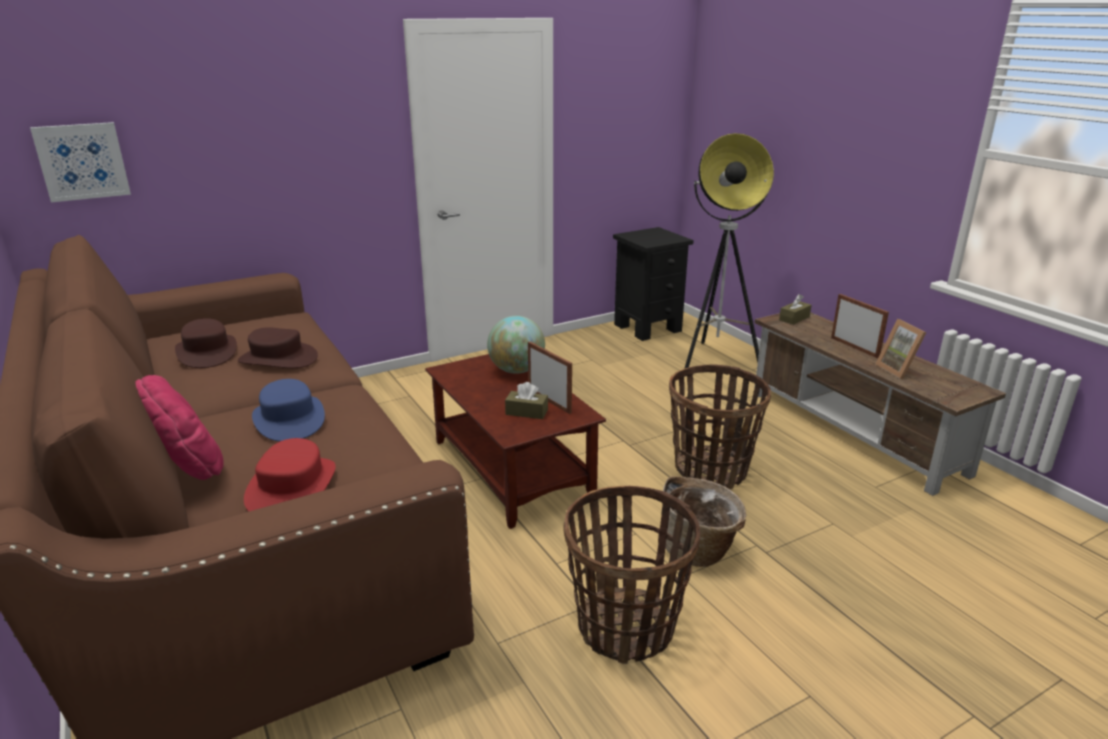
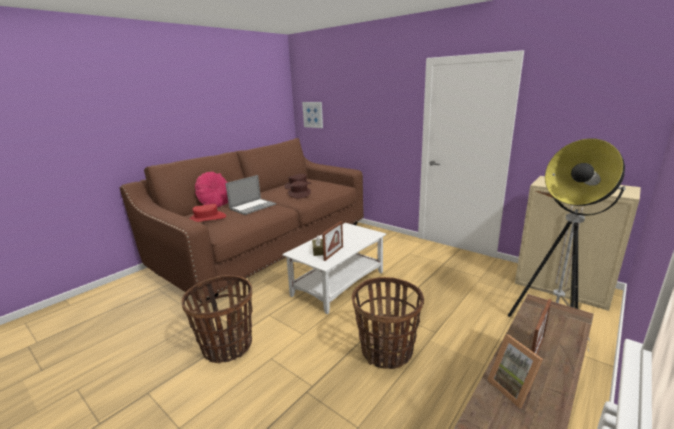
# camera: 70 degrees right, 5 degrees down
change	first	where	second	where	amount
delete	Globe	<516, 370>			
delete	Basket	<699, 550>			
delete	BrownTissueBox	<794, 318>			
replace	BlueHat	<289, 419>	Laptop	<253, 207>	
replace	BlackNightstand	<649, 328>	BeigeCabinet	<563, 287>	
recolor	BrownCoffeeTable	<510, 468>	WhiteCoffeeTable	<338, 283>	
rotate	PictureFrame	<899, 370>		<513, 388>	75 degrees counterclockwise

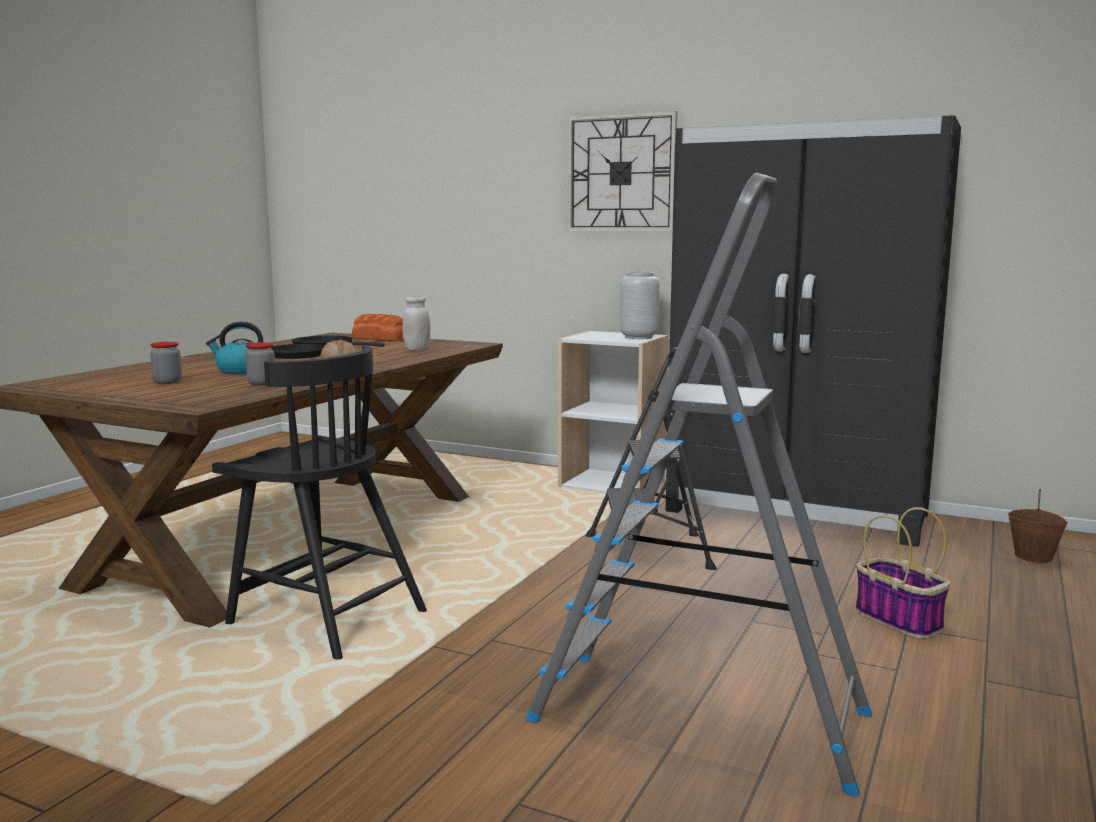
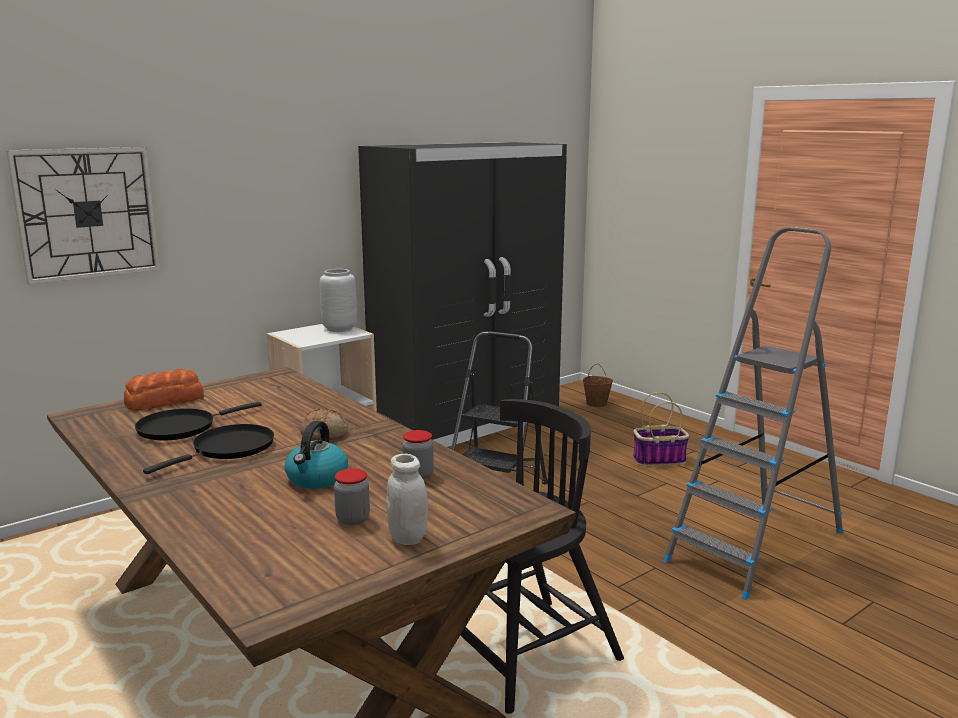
# camera: 65 degrees left, 5 degrees up
change	first	where	second	where	amount
move	WhiteJar	<417, 349>		<407, 538>	
move	WallClock	<621, 173>		<87, 213>	

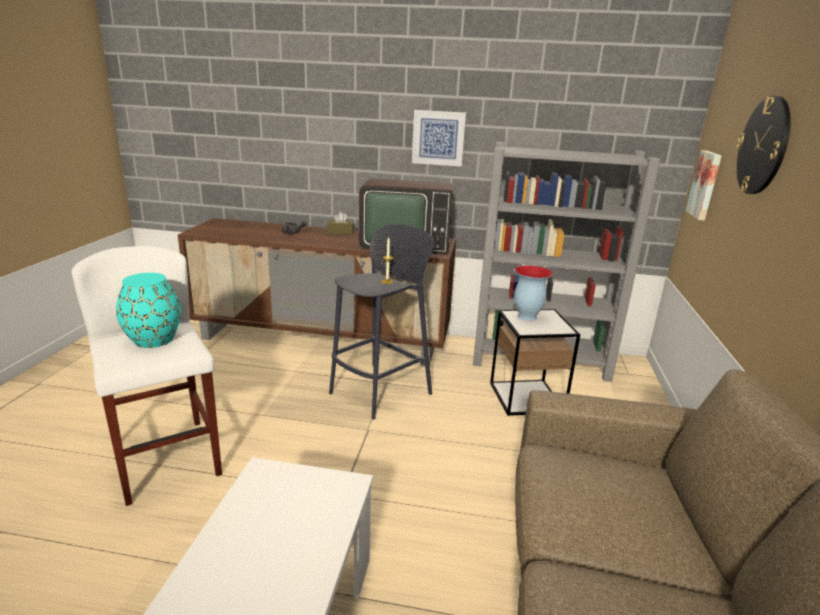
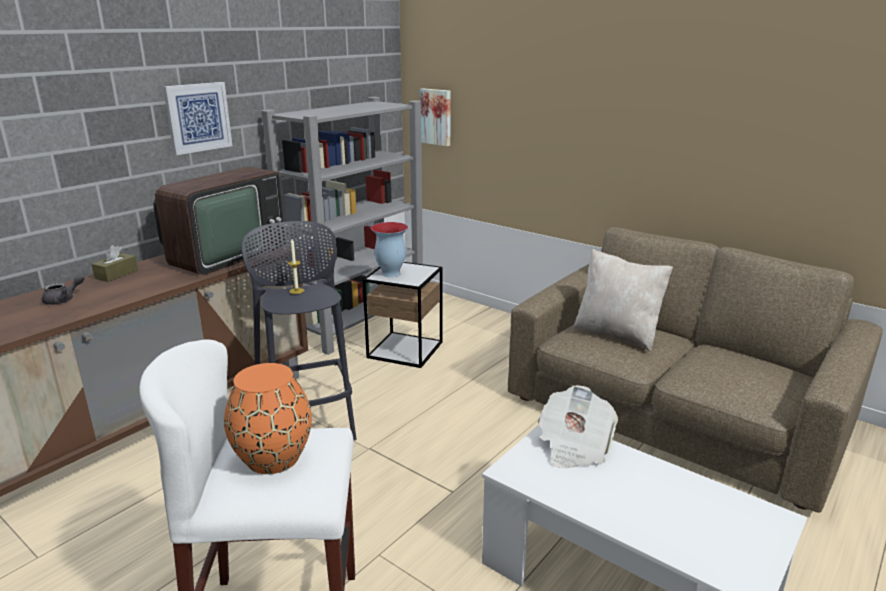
# camera: 60 degrees left, 0 degrees up
change	first	where	second	where	amount
delete	WallClock	<763, 146>			
insert			Newspaper	<574, 446>	
insert			BeigePillow	<617, 334>	
recolor	TurquoiseVase	<153, 340>	OrangeVase	<272, 459>	

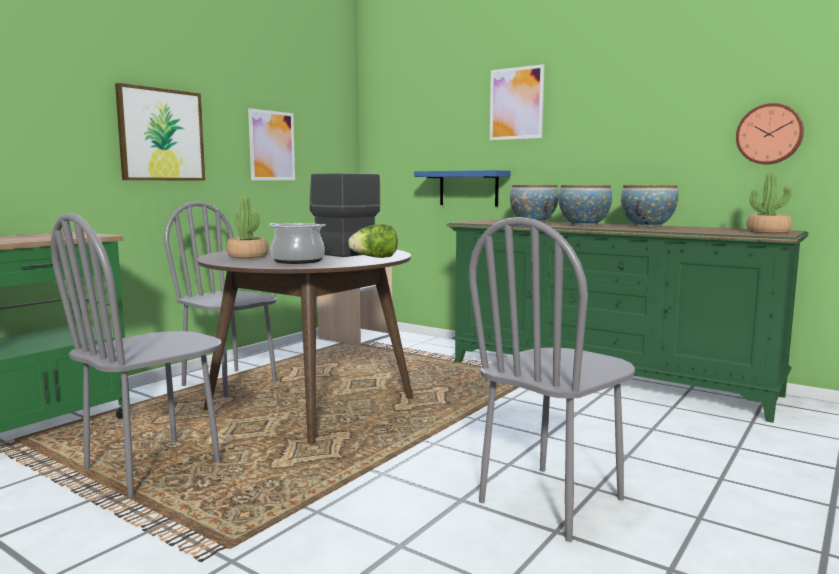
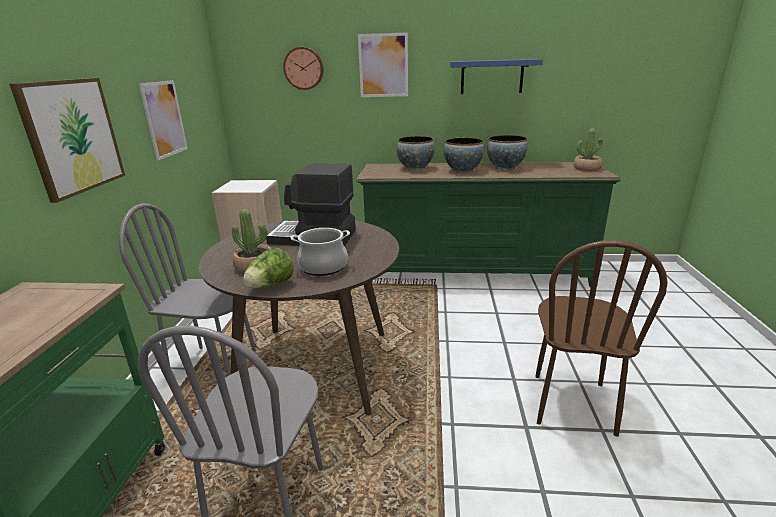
# camera: 30 degrees left, 15 degrees up
change	first	where	second	where	amount
move	Lettuce	<374, 258>		<270, 286>	
move	BlueShelf	<468, 188>		<492, 77>	
move	WallClock	<769, 134>		<304, 68>	
recolor	GreyChair	<552, 501>	BrownChair	<572, 403>	

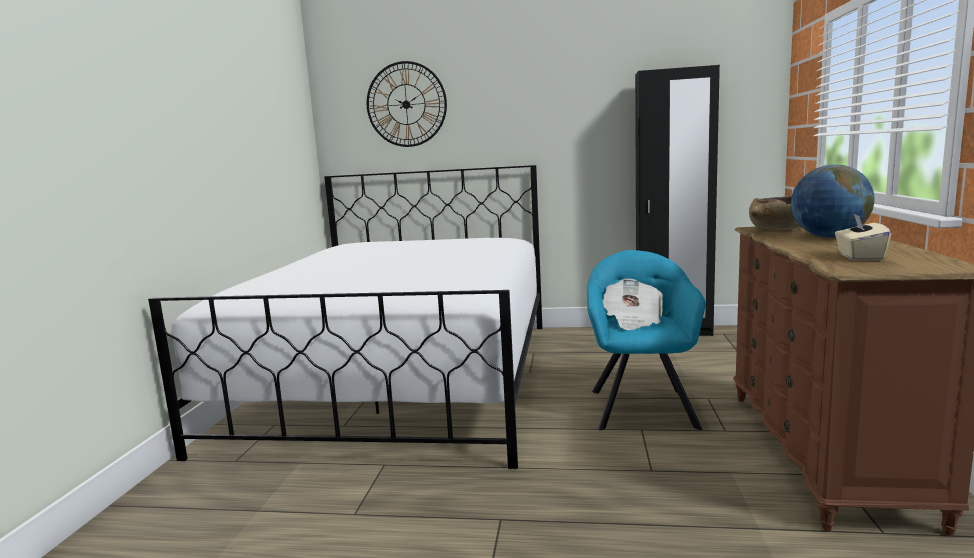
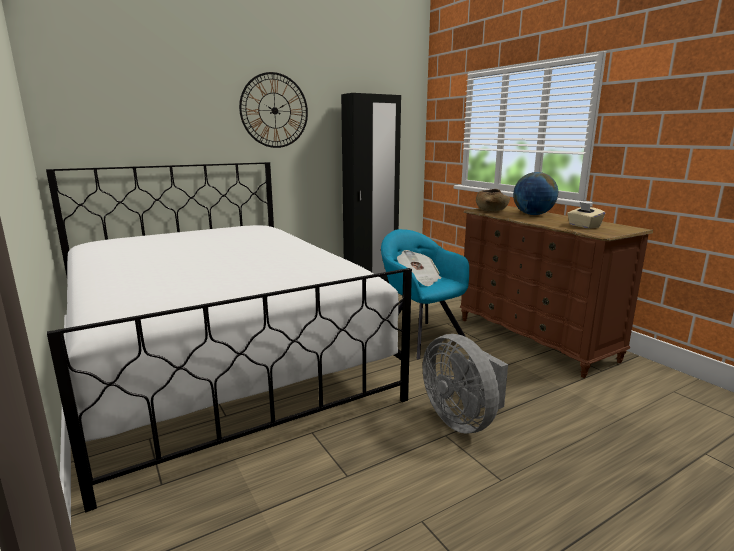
# camera: 40 degrees left, 5 degrees up
change	first	where	second	where	amount
insert			GreyFan	<462, 420>	
move	WallClock	<406, 104>		<274, 110>	

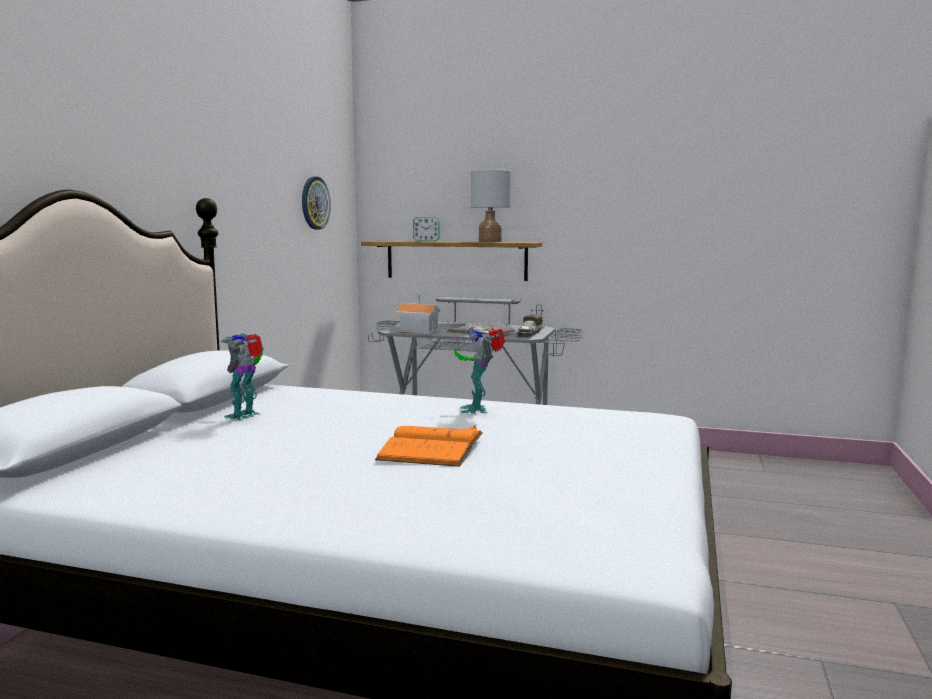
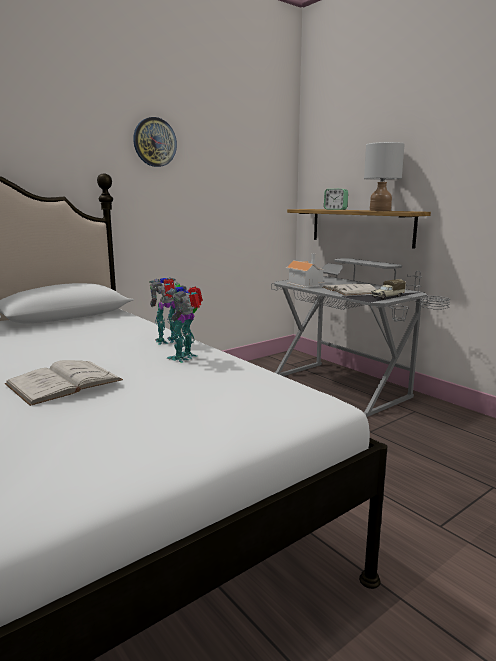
# camera: 35 degrees right, 5 degrees up
change	first	where	second	where	amount
move	ToyRobot	<246, 416>		<168, 341>	
move	WallClock	<314, 203>		<154, 142>	
recolor	OrangeBook	<431, 446>	WhiteBook	<64, 382>	

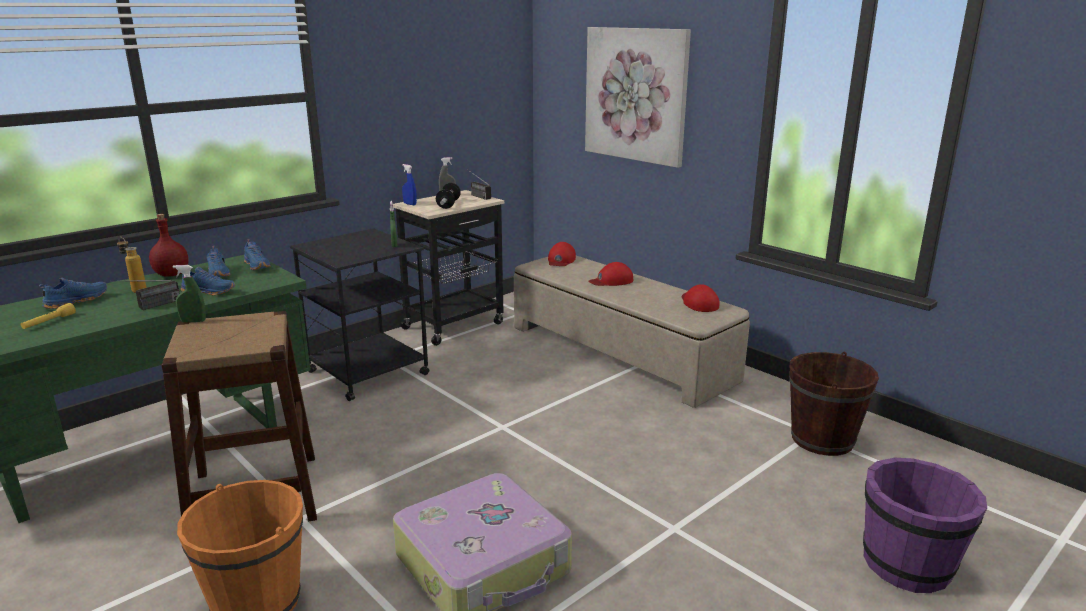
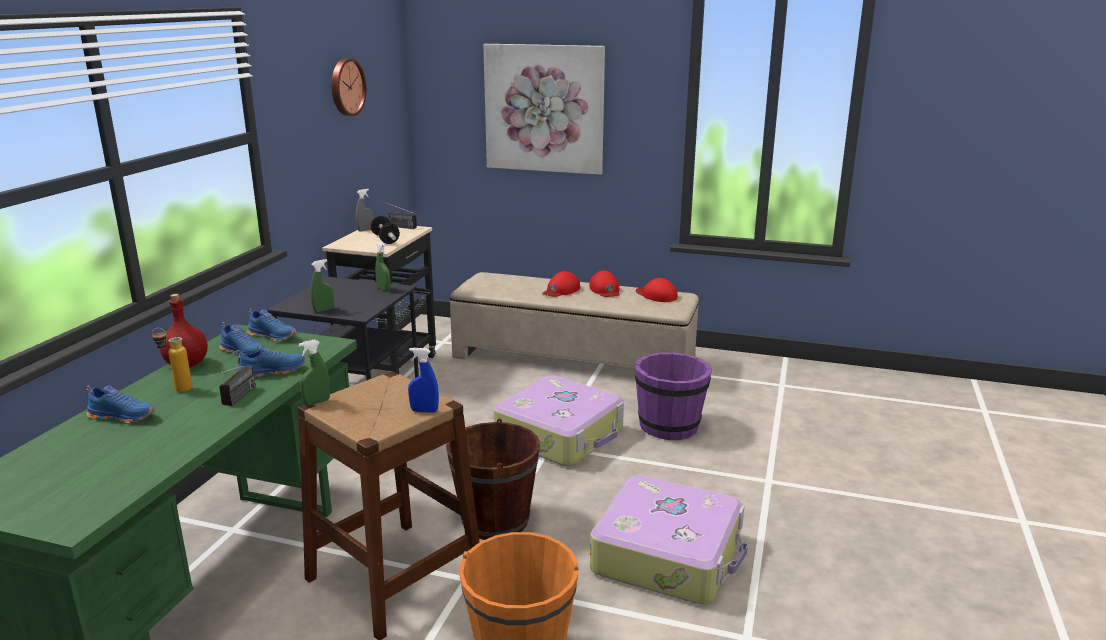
# camera: 30 degrees left, 0 degrees up
change	first	where	second	where	amount
delete	YellowFlashlight	<49, 322>			
insert			GreenSprayBottle	<323, 310>	
insert			WallClock	<346, 87>	
insert			Suitcase	<561, 435>	
move	BlueSprayBottle	<410, 204>		<424, 411>	
move	RedCap	<561, 260>		<605, 290>	
move	BrownBucket	<822, 439>		<495, 520>	
move	PurpleBucket	<908, 565>		<669, 426>	
rotate	BlueShoe	<76, 301>		<123, 416>	90 degrees clockwise

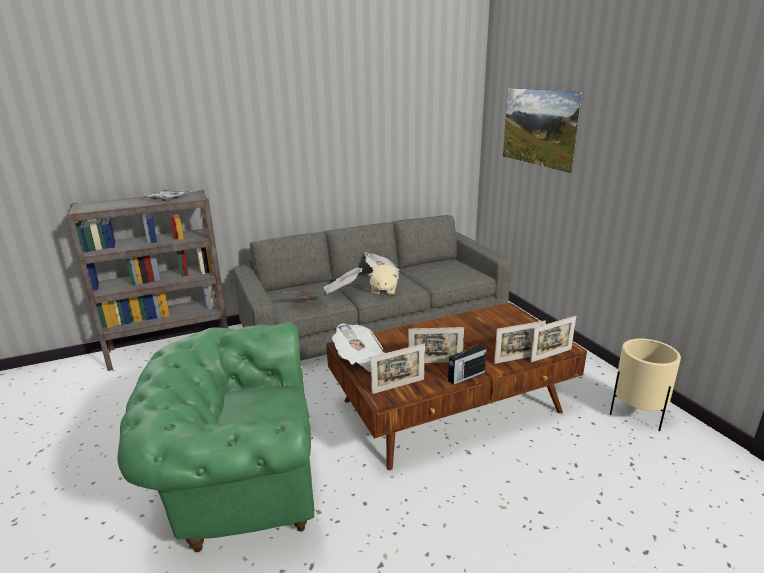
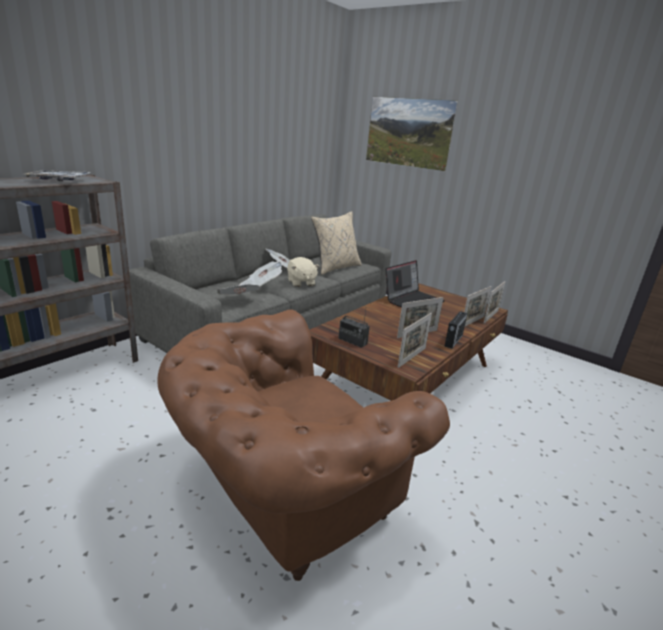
# camera: 30 degrees left, 0 degrees up
change	first	where	second	where	amount
delete	BeigePlanter	<637, 416>			
insert			BeigePillow	<335, 267>	
insert			Laptop	<413, 300>	
replace	Newspaper	<360, 359>	Radio	<352, 341>	
recolor	GreenArmchair	<238, 485>	BrownArmchair	<280, 497>	

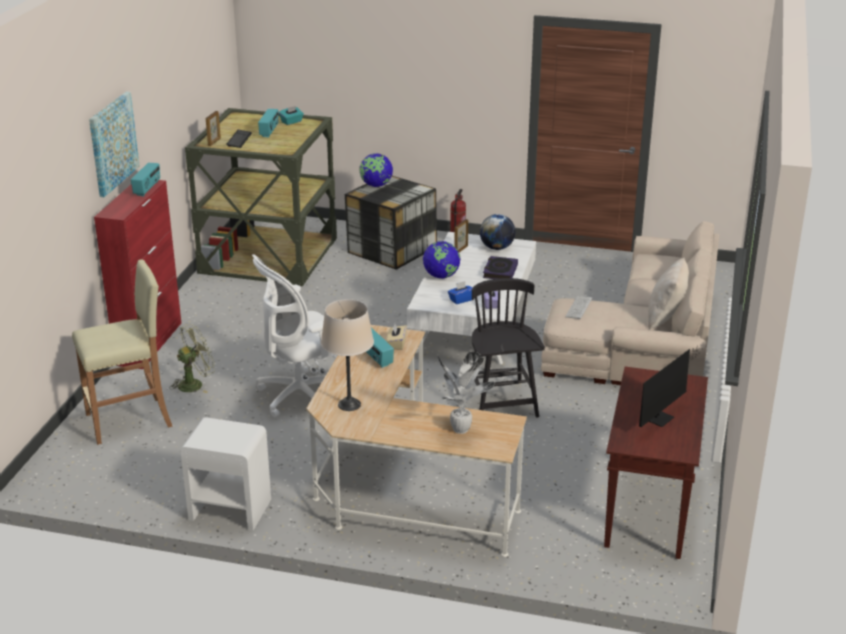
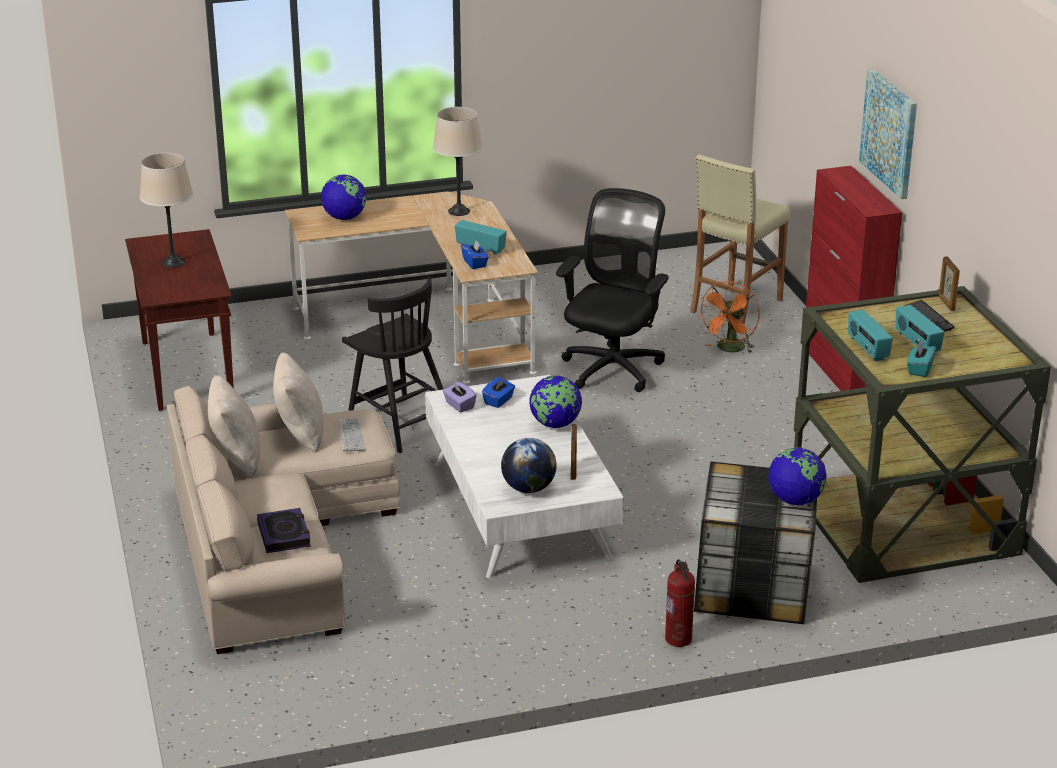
# camera: 150 degrees right, 0 degrees up
change	first	where	second	where	amount
delete	WhiteNightstand	<229, 509>			
insert			BeigePillow	<300, 433>	
move	Radio	<147, 189>		<867, 349>	
move	Book	<500, 271>		<284, 535>	
replace	PottedPlant	<461, 430>	Globe	<344, 218>	
replace	Monitor	<661, 416>	BeigeTableLamp	<173, 262>	
recolor	GreenFan	<195, 384>	OrangeFan	<729, 349>	
recolor	WhiteOfficeChair	<304, 393>	BlackOfficeChair	<611, 372>	
recolor	BeigeTissueBox	<396, 344>	BlueTissueBox	<475, 263>	

